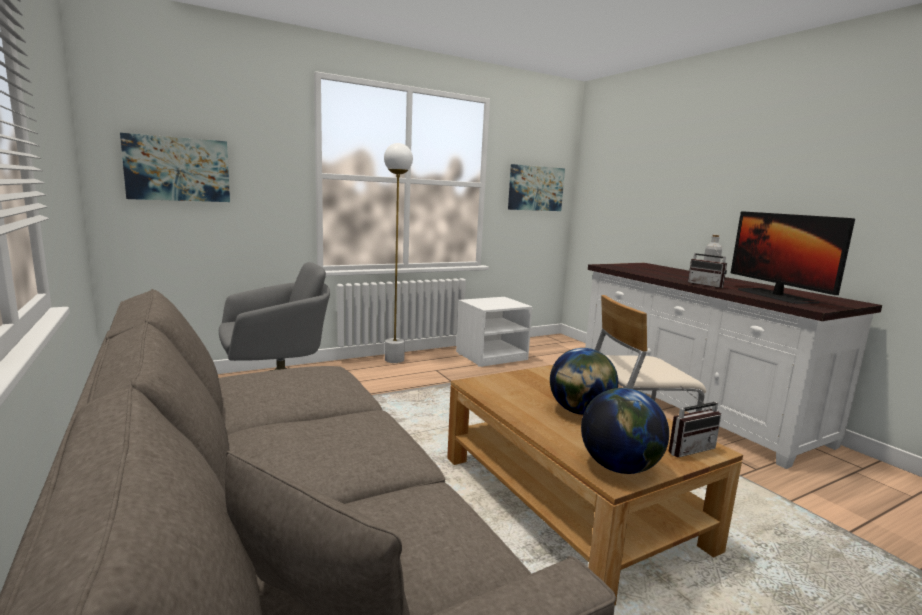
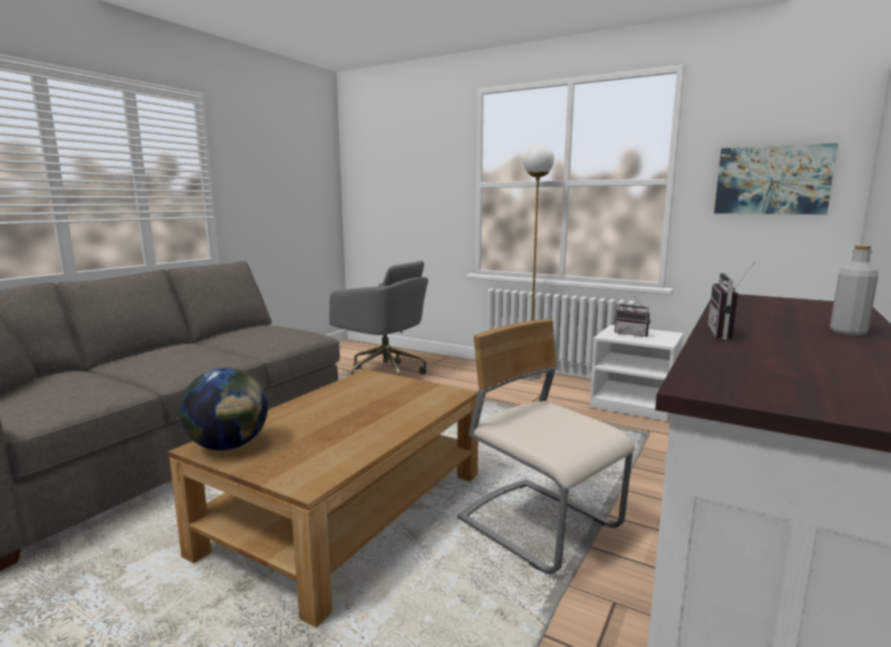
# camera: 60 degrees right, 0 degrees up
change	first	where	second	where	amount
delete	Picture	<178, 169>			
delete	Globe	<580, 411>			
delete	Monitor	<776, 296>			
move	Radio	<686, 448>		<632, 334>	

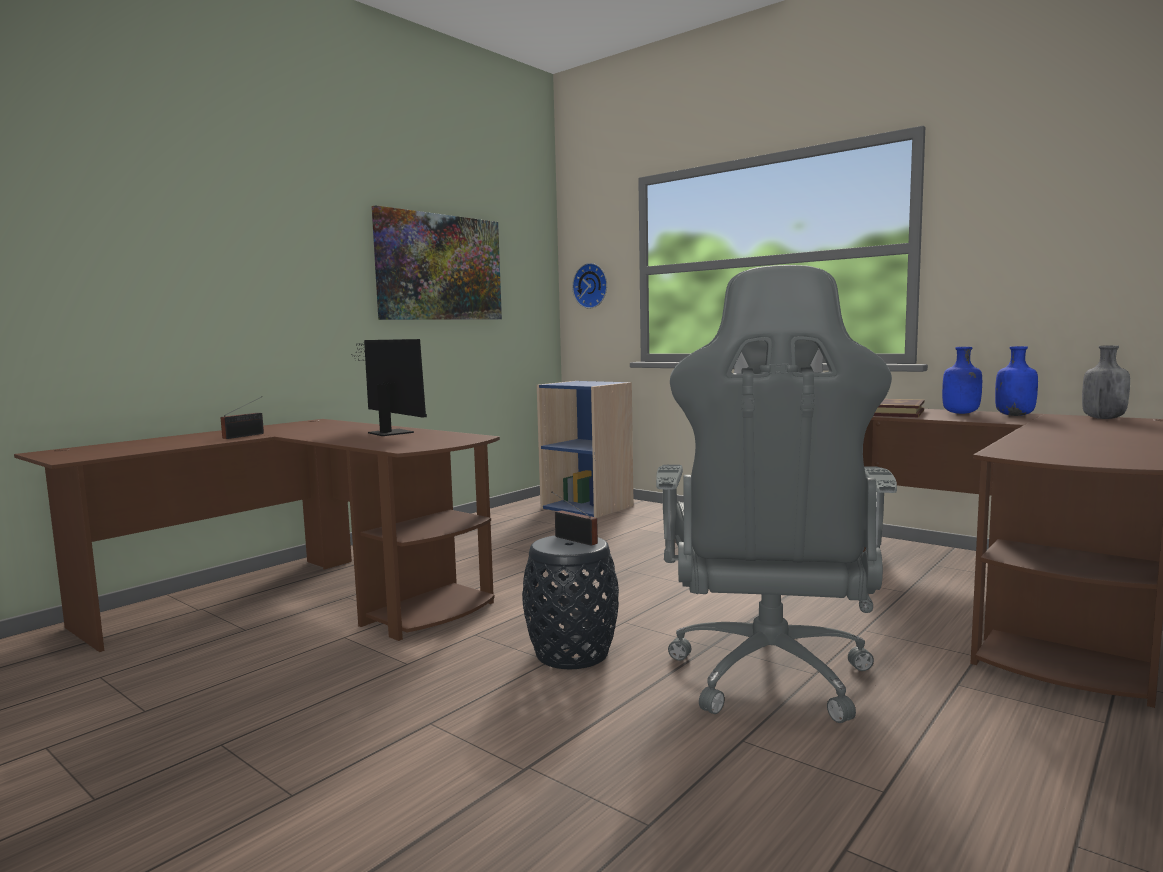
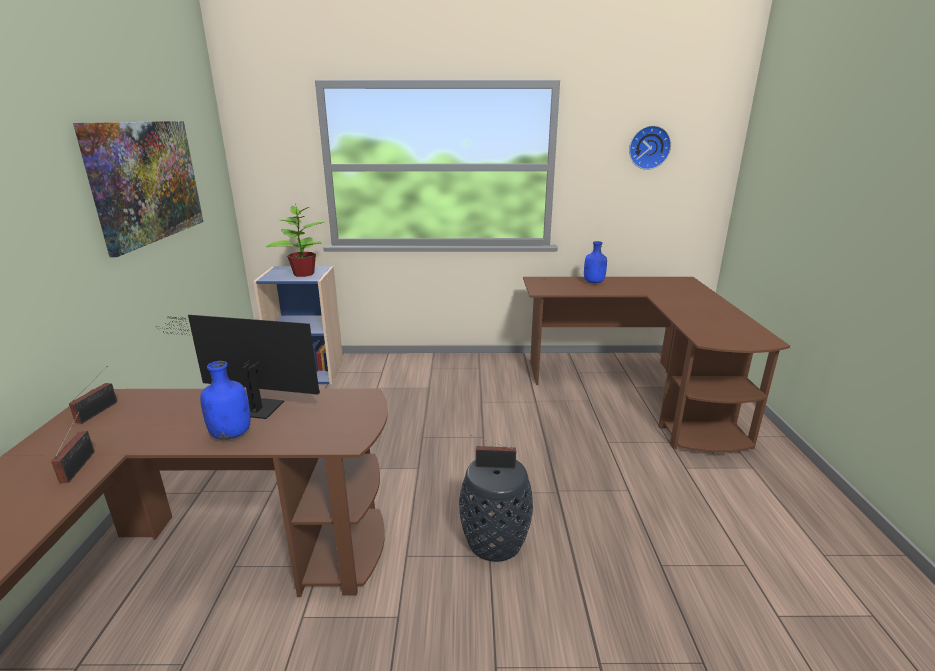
# camera: 40 degrees left, 15 degrees up
change	first	where	second	where	amount
delete	GreyOfficeChair	<768, 670>			
delete	Book	<896, 413>			
delete	GreyBottle	<1103, 418>			
insert			Radio	<99, 411>	
insert			PottedPlant	<303, 274>	
move	WallClock	<592, 286>		<648, 147>	
move	BlueBottle	<1015, 415>		<232, 433>	

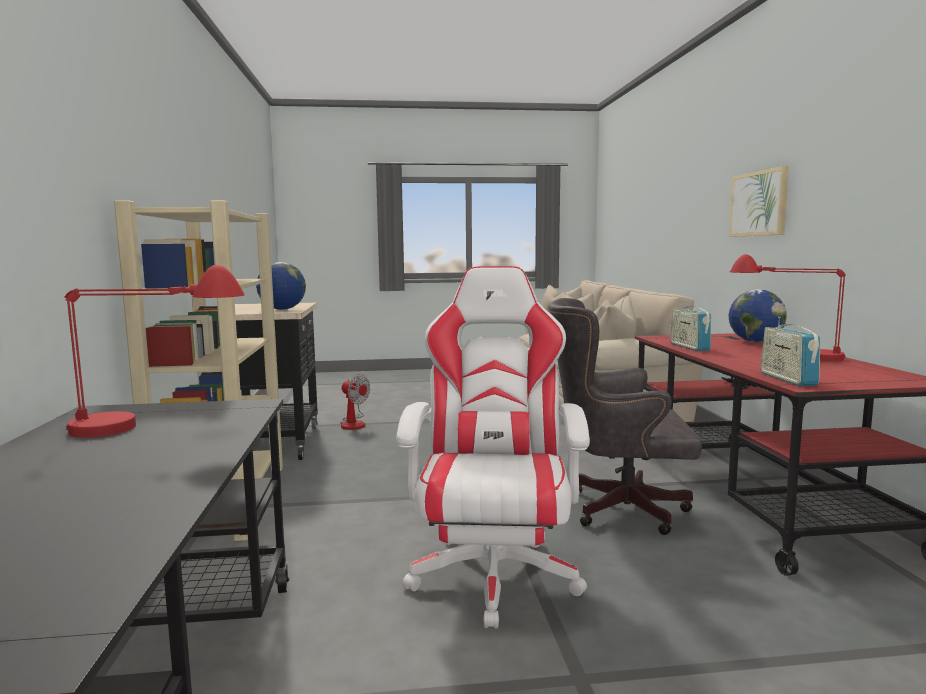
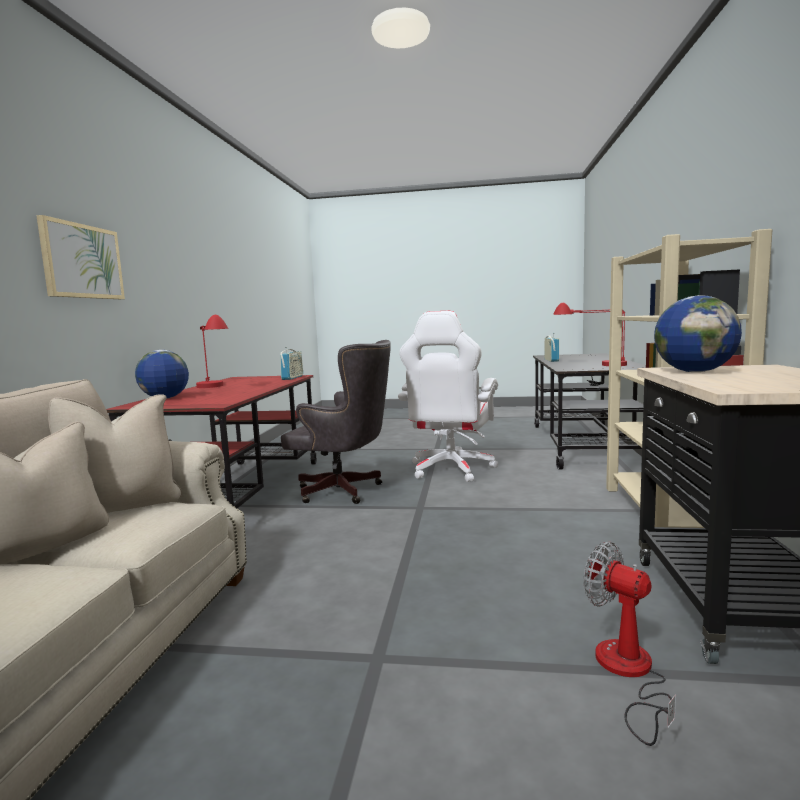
# camera: 165 degrees left, 0 degrees up
change	first	where	second	where	amount
move	Radio	<689, 347>		<551, 360>	

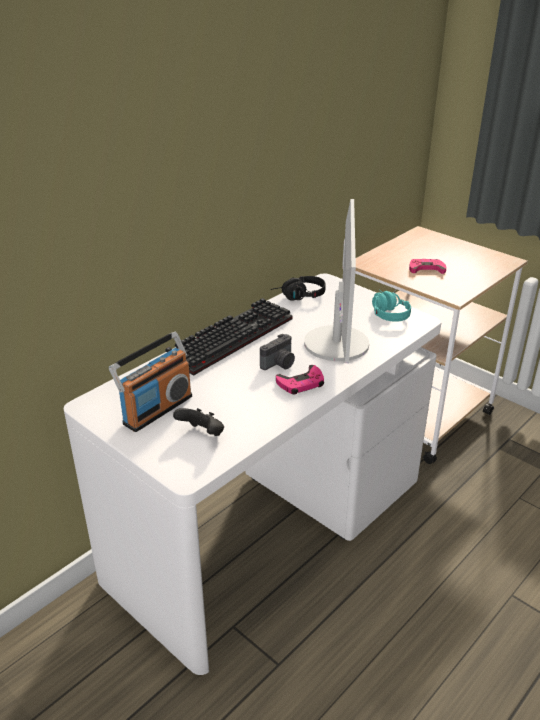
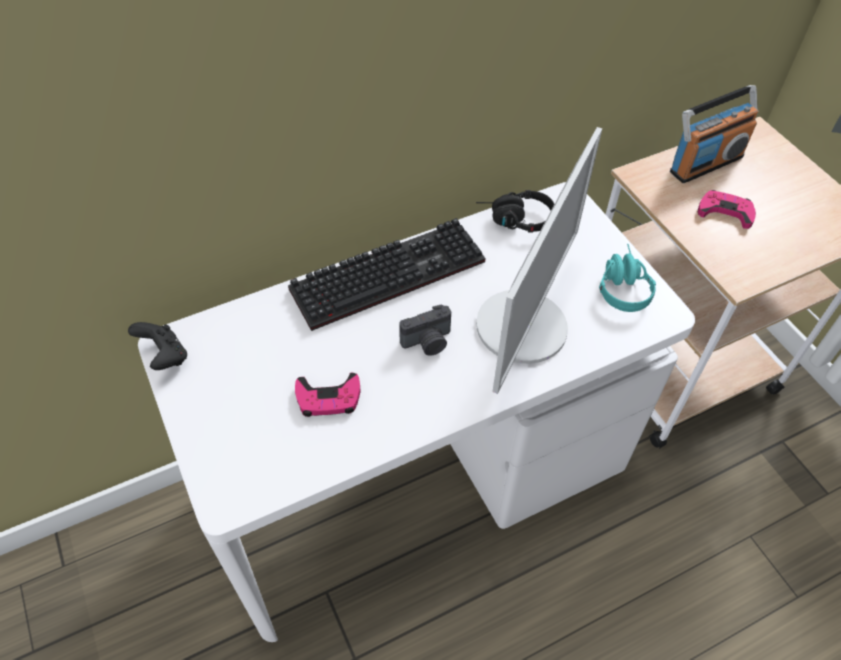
# camera: 20 degrees right, 20 degrees up
change	first	where	second	where	amount
move	Radio	<157, 409>		<705, 163>	
move	BlackGameController	<202, 434>		<165, 356>	
move	PinkGameController	<301, 383>		<328, 398>	

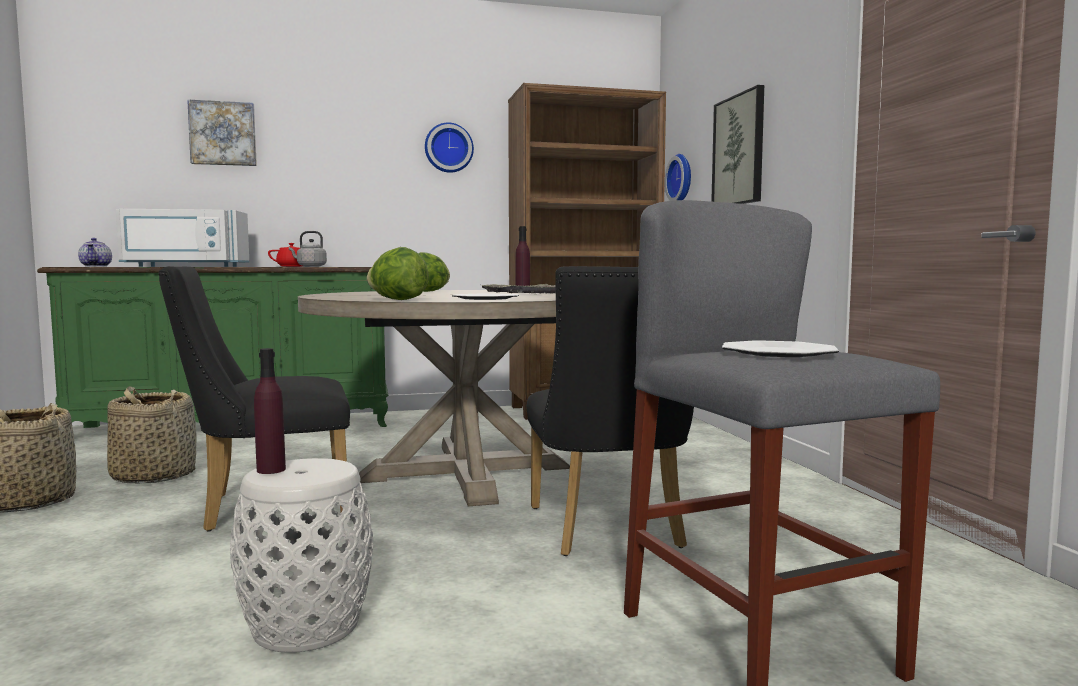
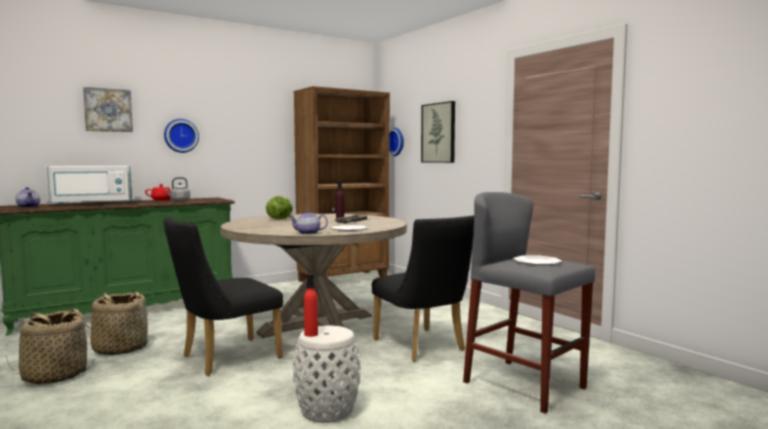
# camera: 20 degrees left, 0 degrees up
change	first	where	second	where	amount
move	WallClock	<448, 148>		<181, 135>	
replace	Lettuce	<398, 300>	Teapot	<307, 233>	
recolor	PurpleBottle	<271, 470>	RedBottle	<311, 334>	

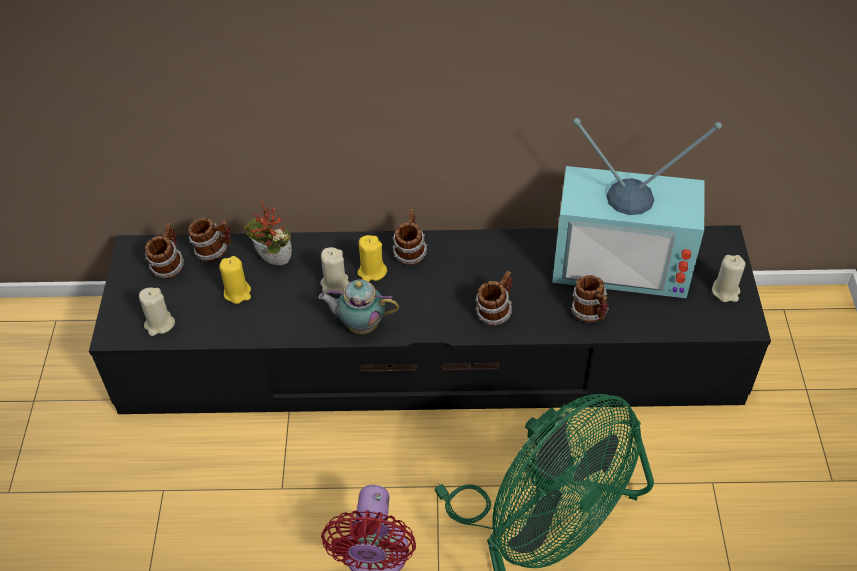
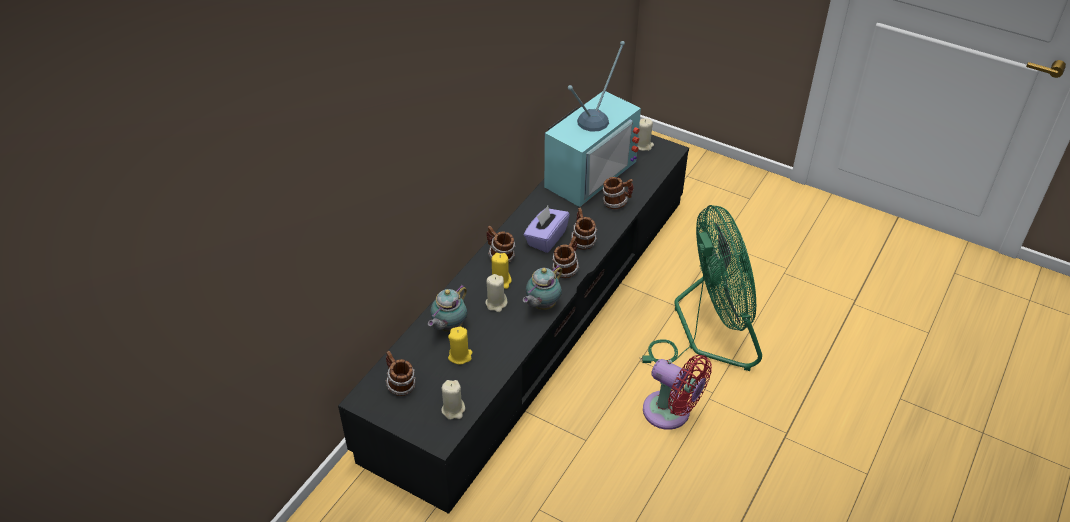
# camera: 60 degrees left, 5 degrees down
change	first	where	second	where	amount
insert			PurpleTissueBox	<546, 238>	
move	Mug	<214, 251>		<566, 269>	
replace	PottedPlant	<272, 263>	Teapot	<448, 327>	

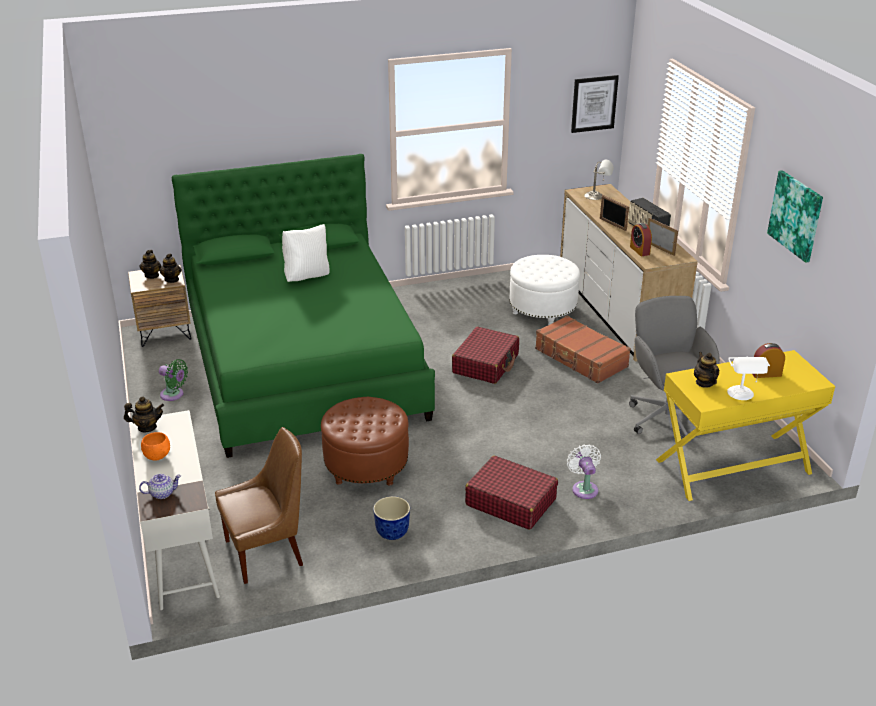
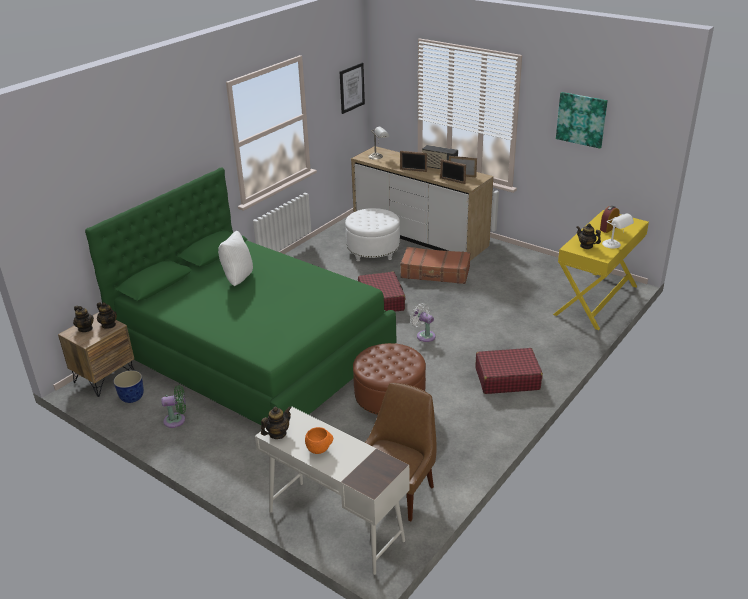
# camera: 35 degrees left, 0 degrees up
change	first	where	second	where	amount
delete	Teapot	<162, 493>			
delete	GreyOfficeChair	<666, 419>			
move	Planter	<392, 532>		<132, 397>	
move	WhiteFan	<584, 488>		<424, 335>	
replace	AlarmClock	<639, 250>	PictureFrame	<452, 181>	

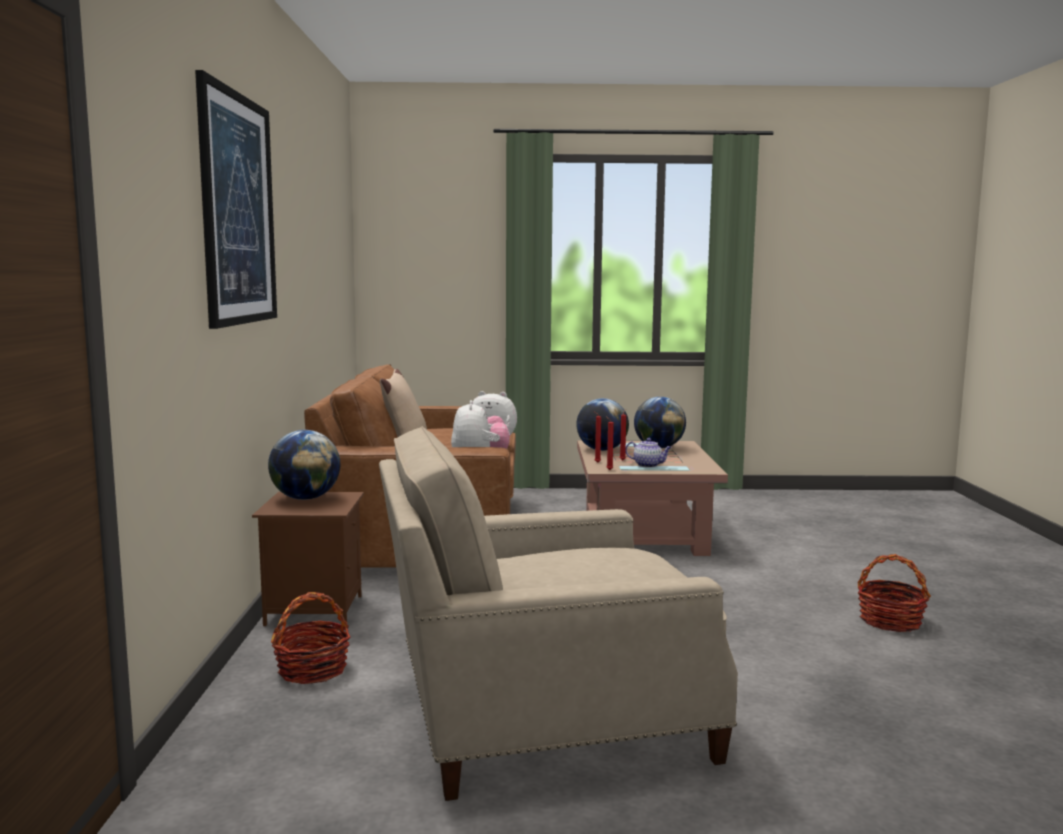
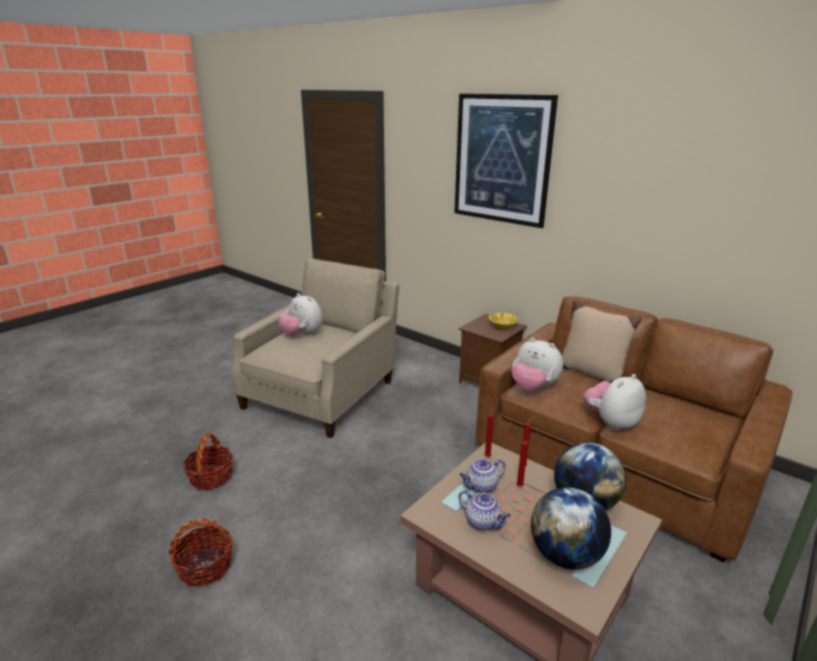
# camera: 130 degrees right, 15 degrees up
change	first	where	second	where	amount
insert			PlushToy	<302, 335>	
insert			Teapot	<483, 522>	
move	Basket	<312, 670>		<211, 477>	
replace	Globe	<305, 498>	YellowBowl	<502, 327>	

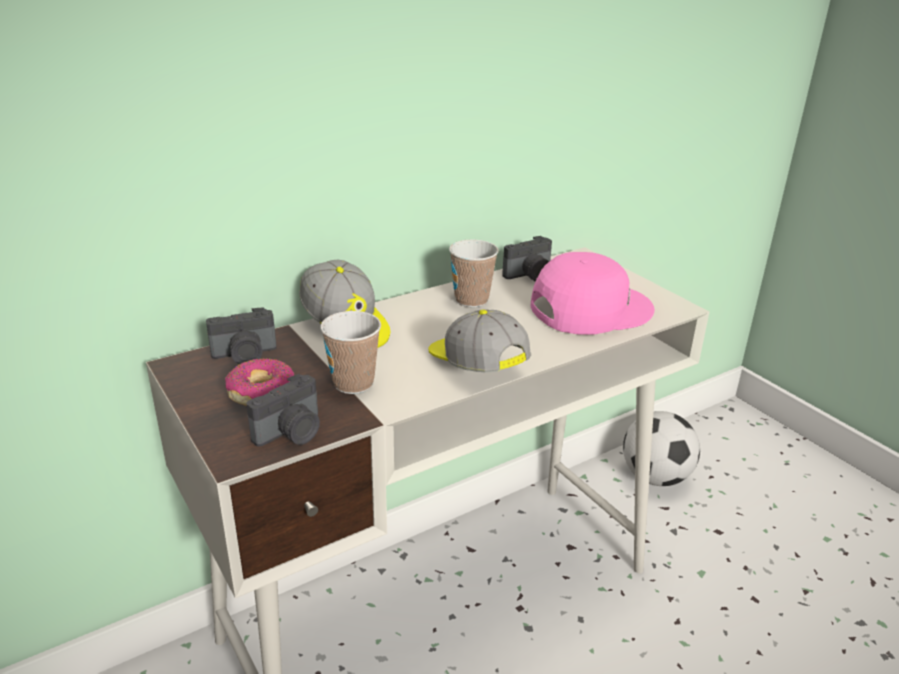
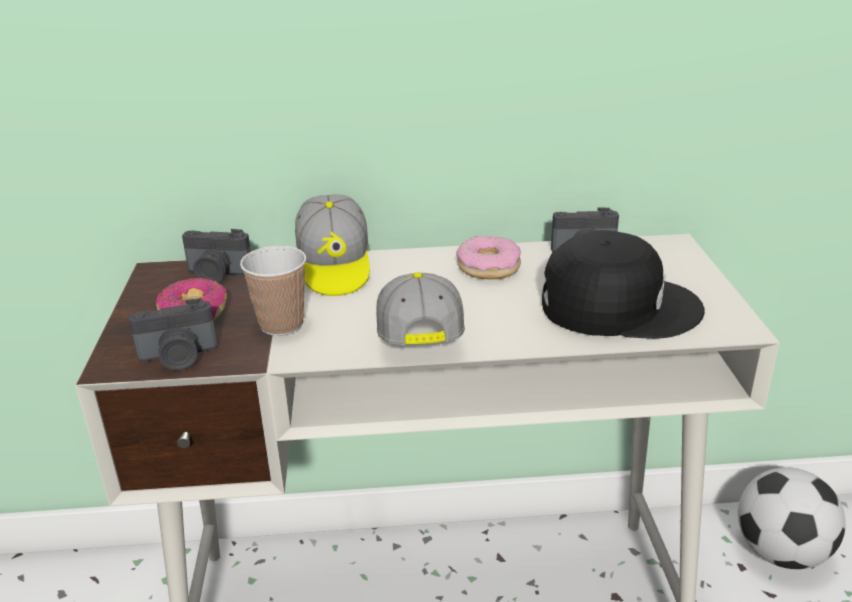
# camera: 30 degrees right, 0 degrees up
change	first	where	second	where	amount
replace	Cup	<471, 300>	Donut	<489, 267>	
recolor	PinkCap	<589, 308>	BlackCap	<617, 305>	

